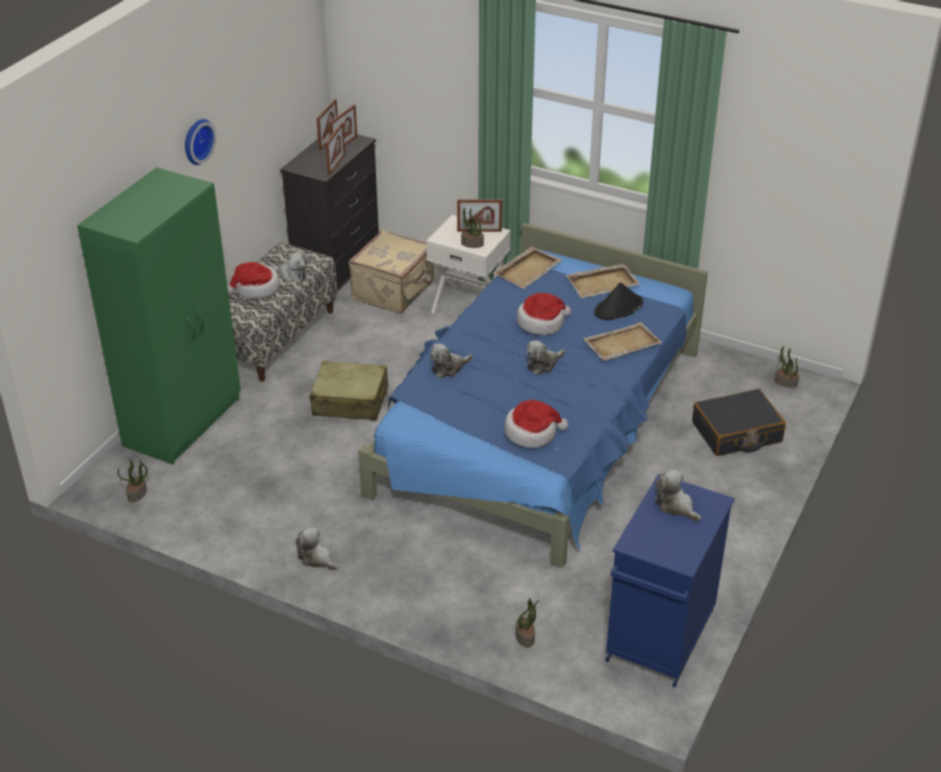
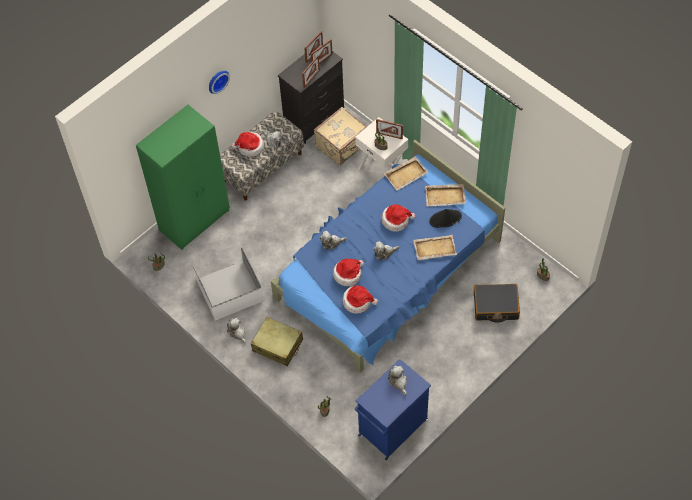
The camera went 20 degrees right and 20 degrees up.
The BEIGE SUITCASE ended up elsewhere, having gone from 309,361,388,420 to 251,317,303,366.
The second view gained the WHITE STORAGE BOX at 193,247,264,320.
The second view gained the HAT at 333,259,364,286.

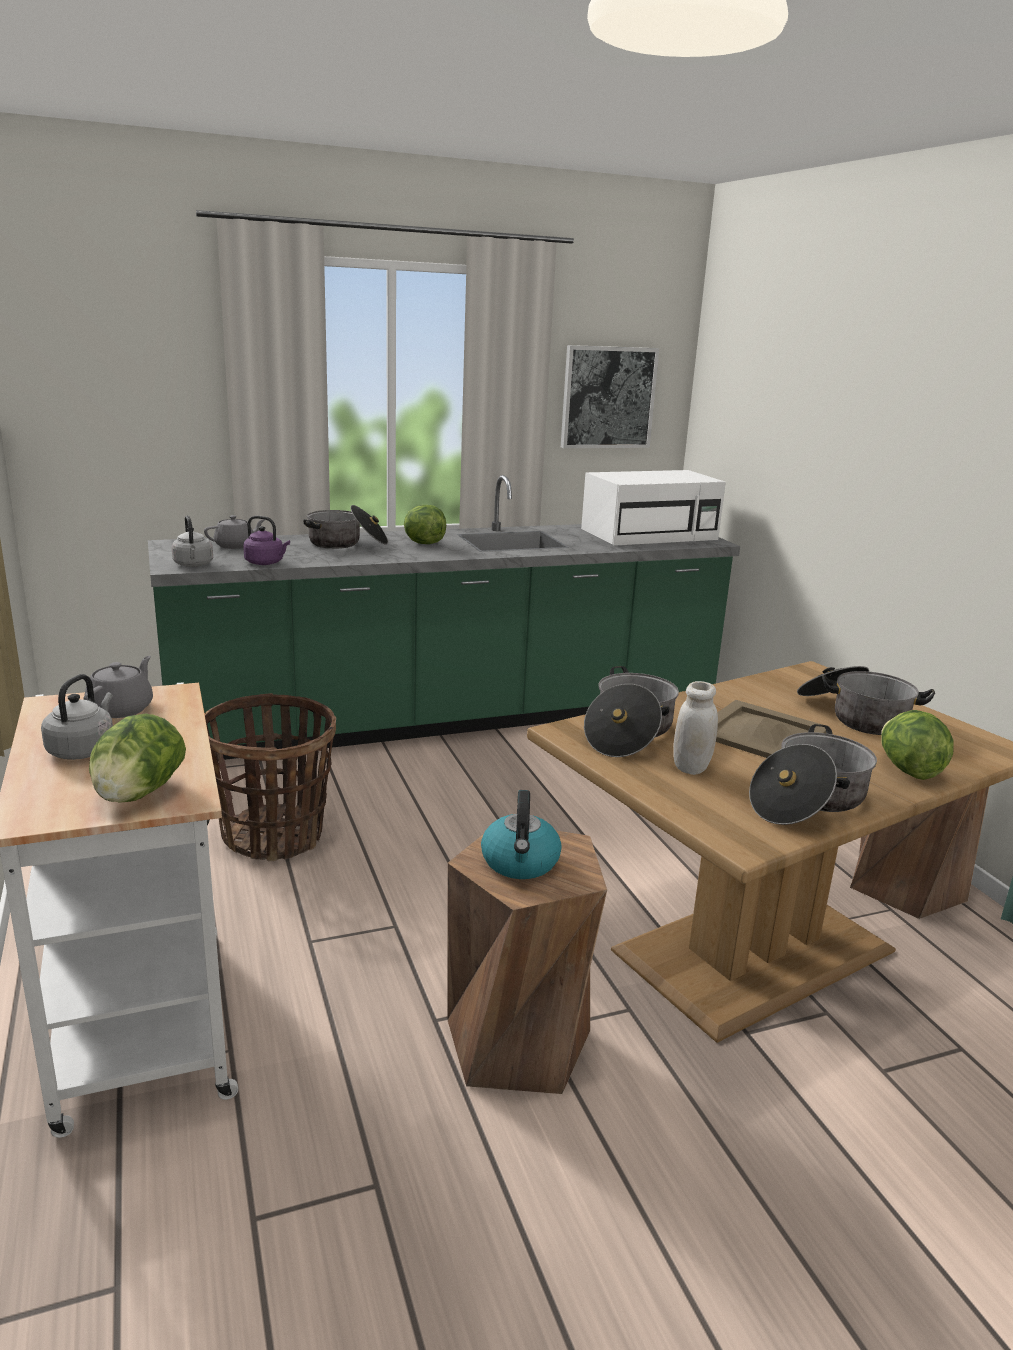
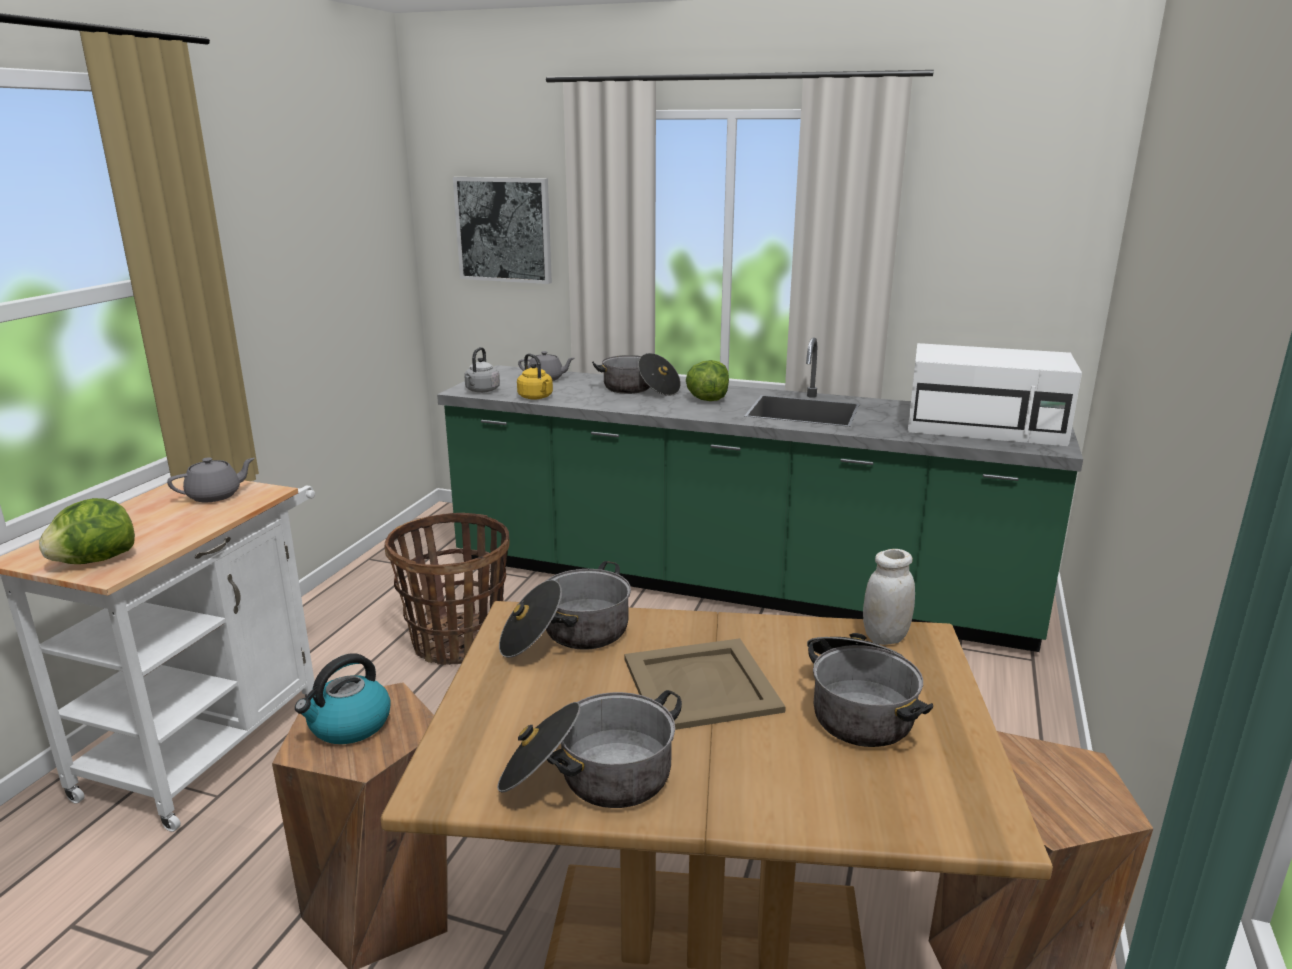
The camera went 40 degrees right and 0 degrees up.
The PICTURE ended up elsewhere, having gone from 561,345,659,448 to 453,177,552,284.
What was the PURPLE KETTLE at 243,516,290,565 turned into the YELLOW KETTLE at 517,353,553,400.
The second view lost the GREY KETTLE at 41,674,113,760.
The WHITE JAR ended up elsewhere, having gone from 673,681,718,775 to 863,549,915,645.
The second view lost the LETTUCE at 881,710,954,780.

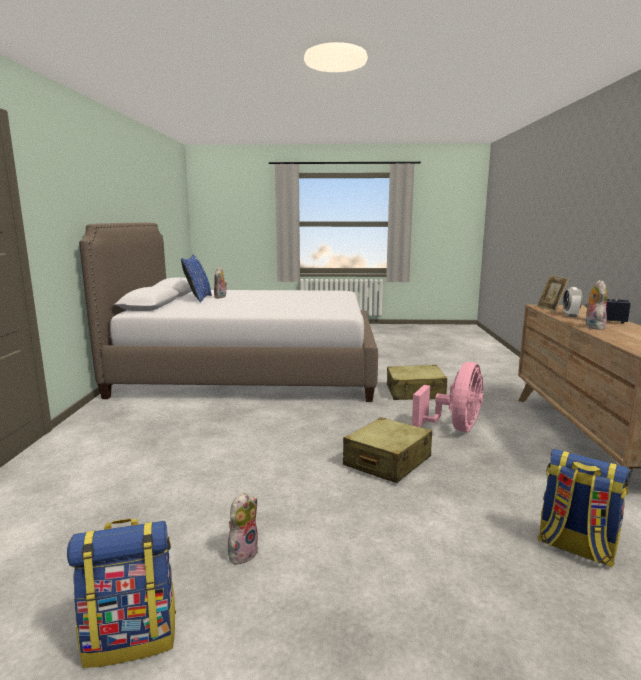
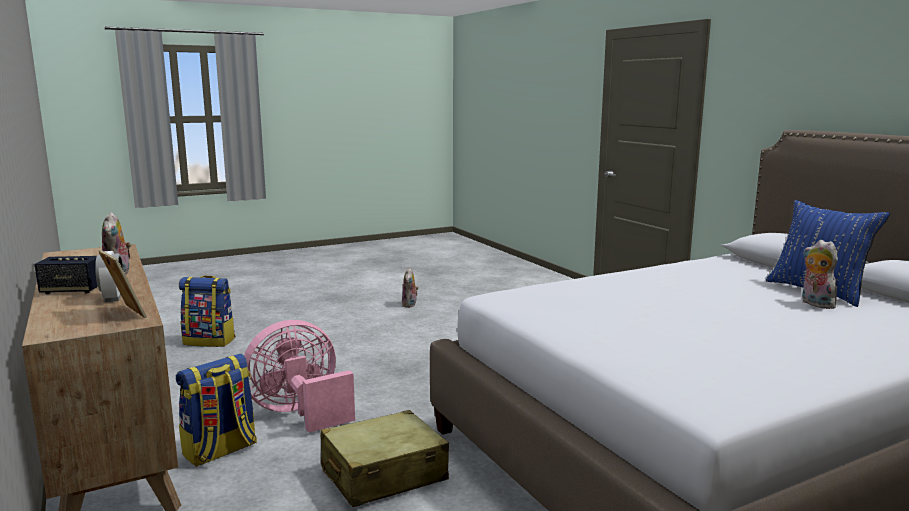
The camera went 150 degrees right and 0 degrees up.
The PINK FAN at 412,362,484,432 ended up facing another way, 60 degrees clockwise from before.
The second view lost the BEIGE SUITCASE at 343,417,432,483.
The BACKPACK ended up elsewhere, having gone from 67,519,177,668 to 176,354,257,467.

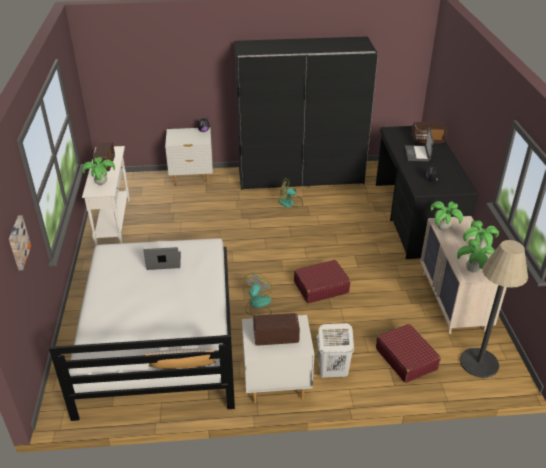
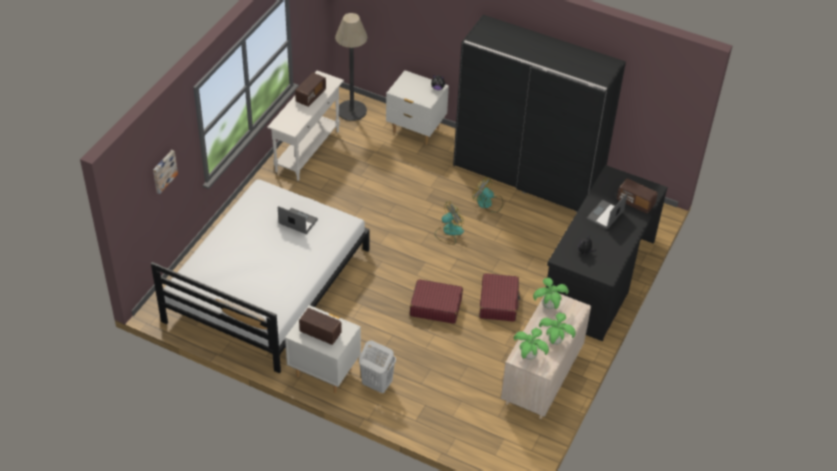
The camera went 30 degrees right and 10 degrees up.
The second view lost the POTTED PLANT at 82,157,115,185.
The FLOOR LAMP ended up elsewhere, having gone from 460,240,528,378 to 335,13,368,121.
The FAN ended up elsewhere, having gone from 244,273,272,316 to 435,202,464,245.
The RED SUITCASE ended up elsewhere, having gone from 376,324,441,383 to 479,273,520,322.

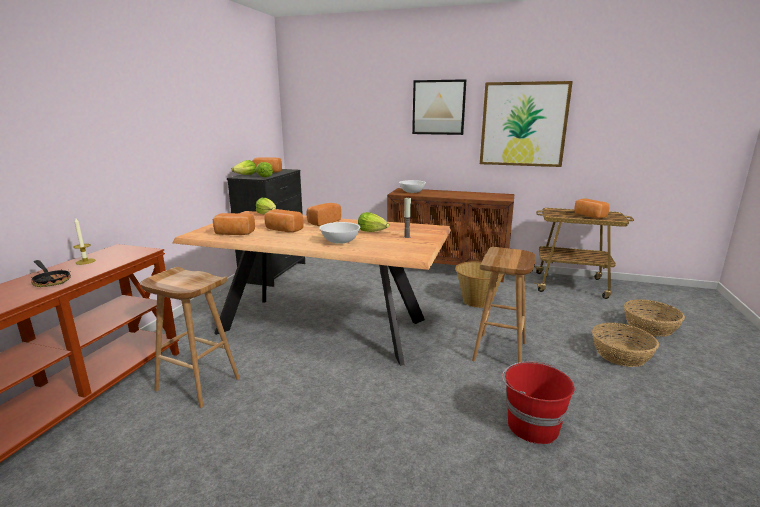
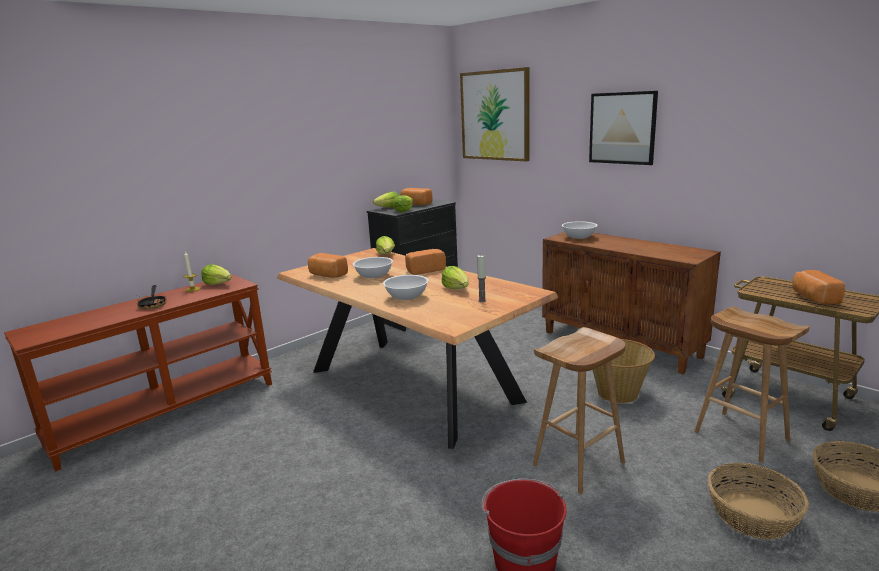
The camera went 30 degrees right and 0 degrees up.
The PICTURE ended up elsewhere, having gone from 480,81,573,167 to 460,67,530,161.
Where the BREAD stood at 264,209,304,232, the WHITE BOWL came to stand at 353,257,393,278.
The BROWN STOOL ended up elsewhere, having gone from 141,267,240,408 to 694,306,810,463.
The second view gained the LETTUCE at 201,264,232,285.

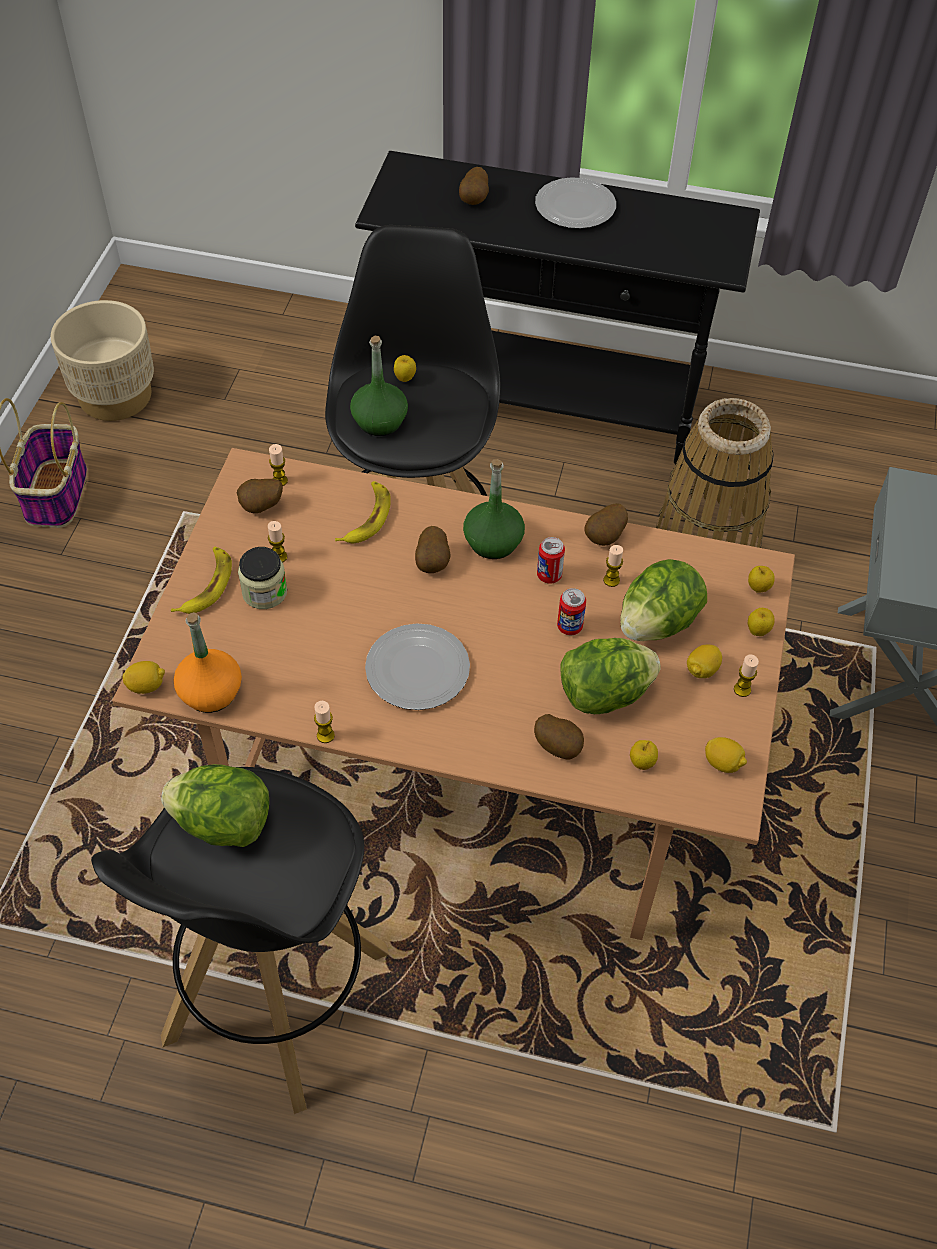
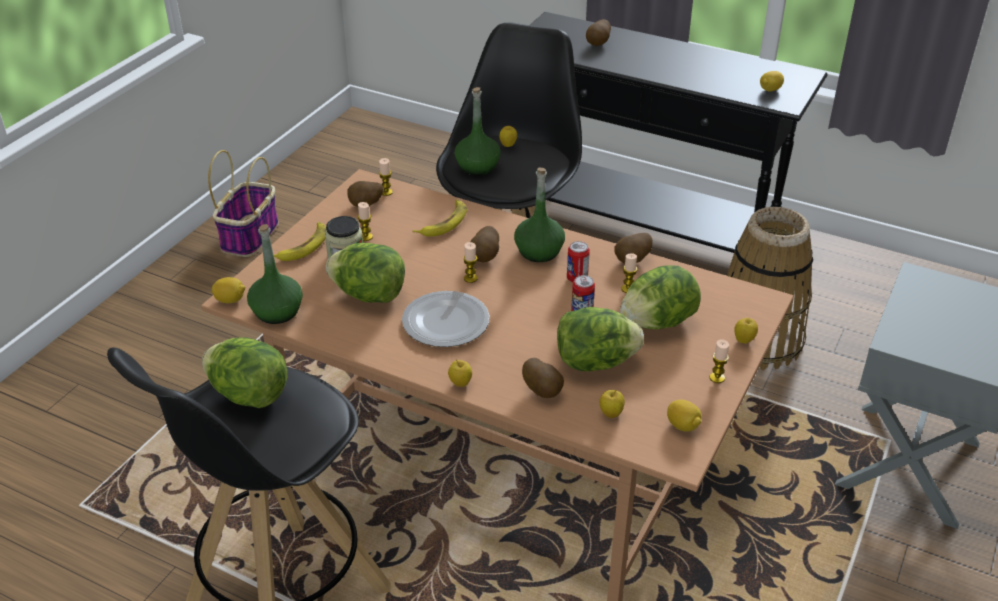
The camera went 15 degrees right and 15 degrees down.
The second view lost the PLATE at 535,177,616,229.
The second view lost the BEIGE PLANTER at 51,300,154,421.
The APPLE ended up elsewhere, having gone from 748,566,775,593 to 448,360,472,387.
What was the ORANGE BOTTLE at 174,612,242,713 turned into the GREEN BOTTLE at 247,224,303,324.
The LEMON ended up elsewhere, having gone from 687,645,722,678 to 760,71,784,91.
The CANDLE ended up elsewhere, having gone from 314,701,335,743 to 463,242,478,283.
The second view gained the LETTUCE at 326,243,405,303.

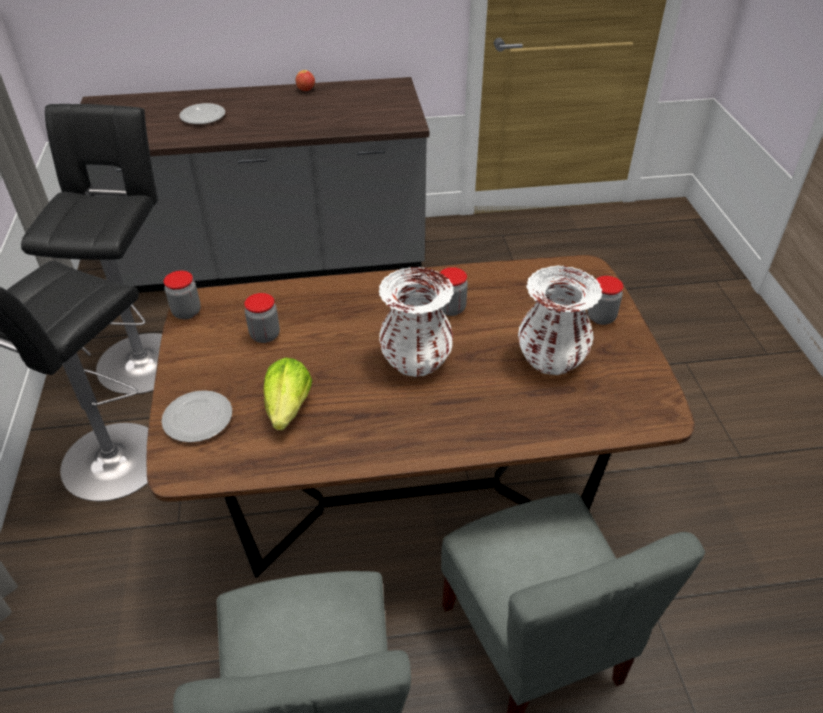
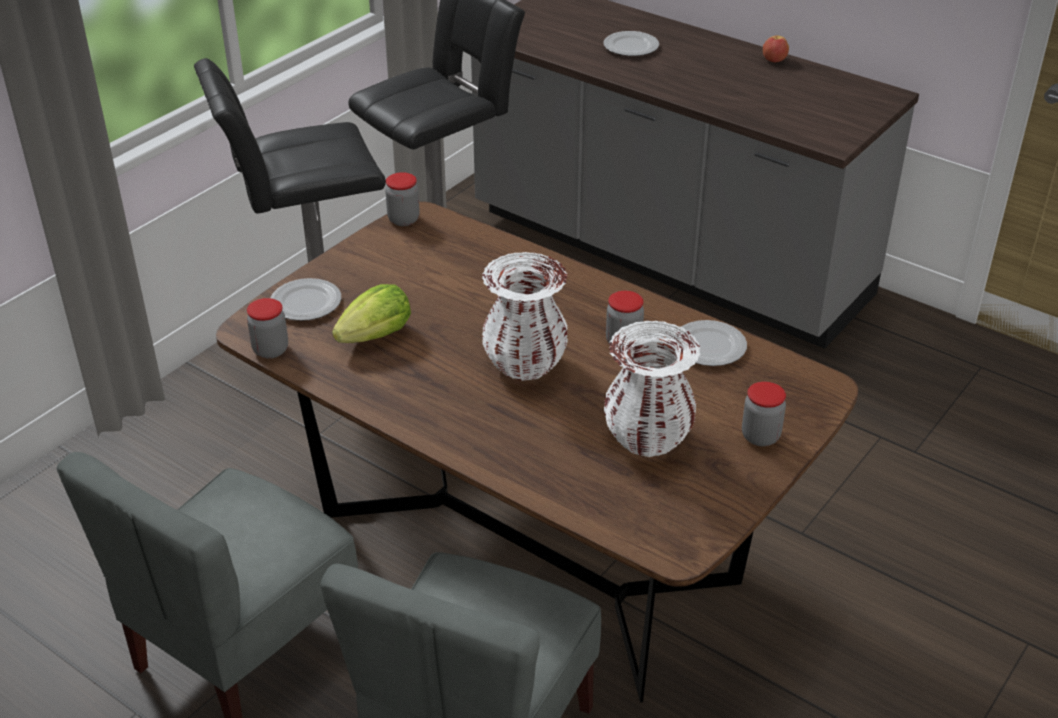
The camera went 45 degrees right and 5 degrees down.
The JAR ended up elsewhere, having gone from 244,293,280,343 to 247,298,288,359.
The second view gained the PLATE at 681,320,747,366.

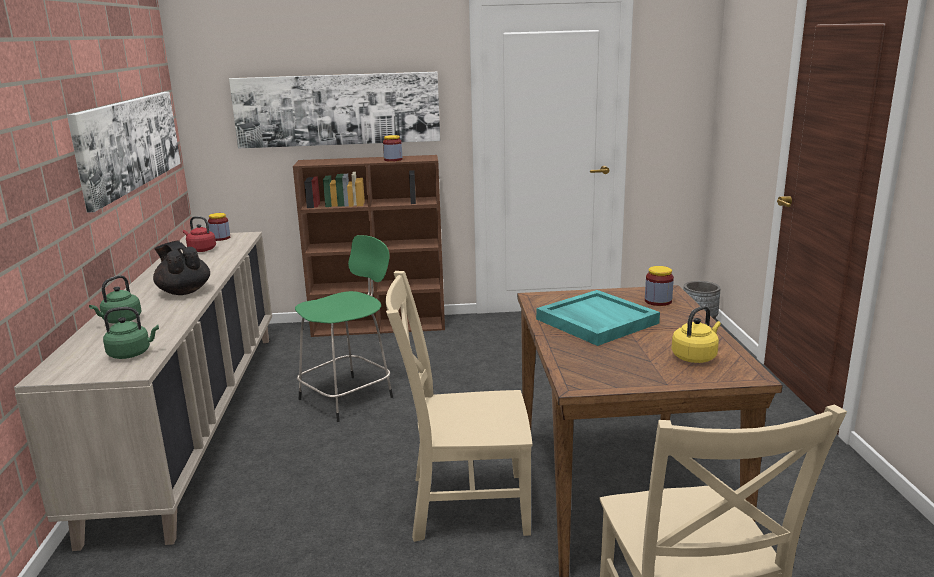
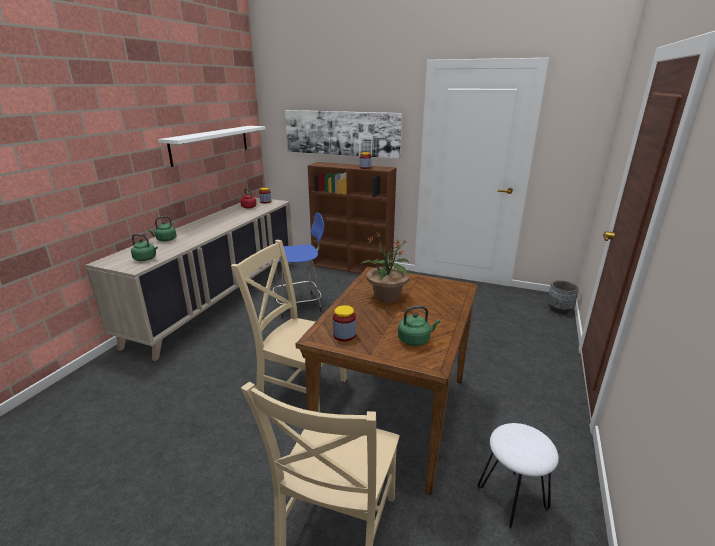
The camera went 25 degrees right and 5 degrees up.
Where the PICTURE hung at 67,92,181,213, the WHITE SHELF came to hang at 158,126,265,167.
What was the GREEN STOOL at 295,235,393,422 turned into the BLUE STOOL at 273,212,324,319.
The second view lost the BLACK TEAPOT at 153,240,210,295.
The JAR ended up elsewhere, having gone from 645,266,674,306 to 333,305,356,341.
Where the TURQUOISE TRAY stood at 536,290,660,346, the POTTED PLANT came to stand at 360,232,410,303.
What was the YELLOW KETTLE at 672,306,721,363 turned into the GREEN KETTLE at 398,306,440,346.
The second view gained the WHITE STOOL at 477,423,559,530.

